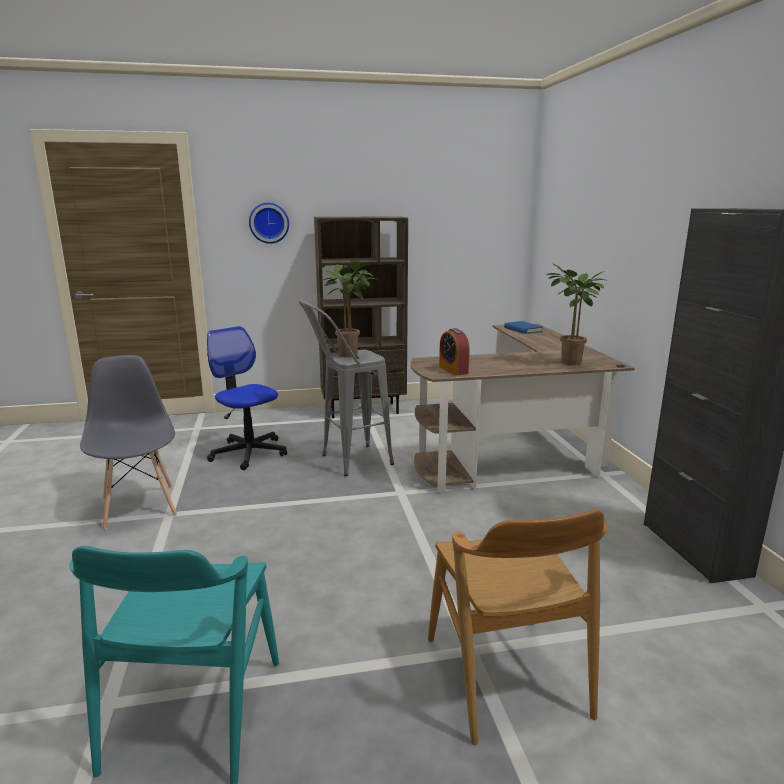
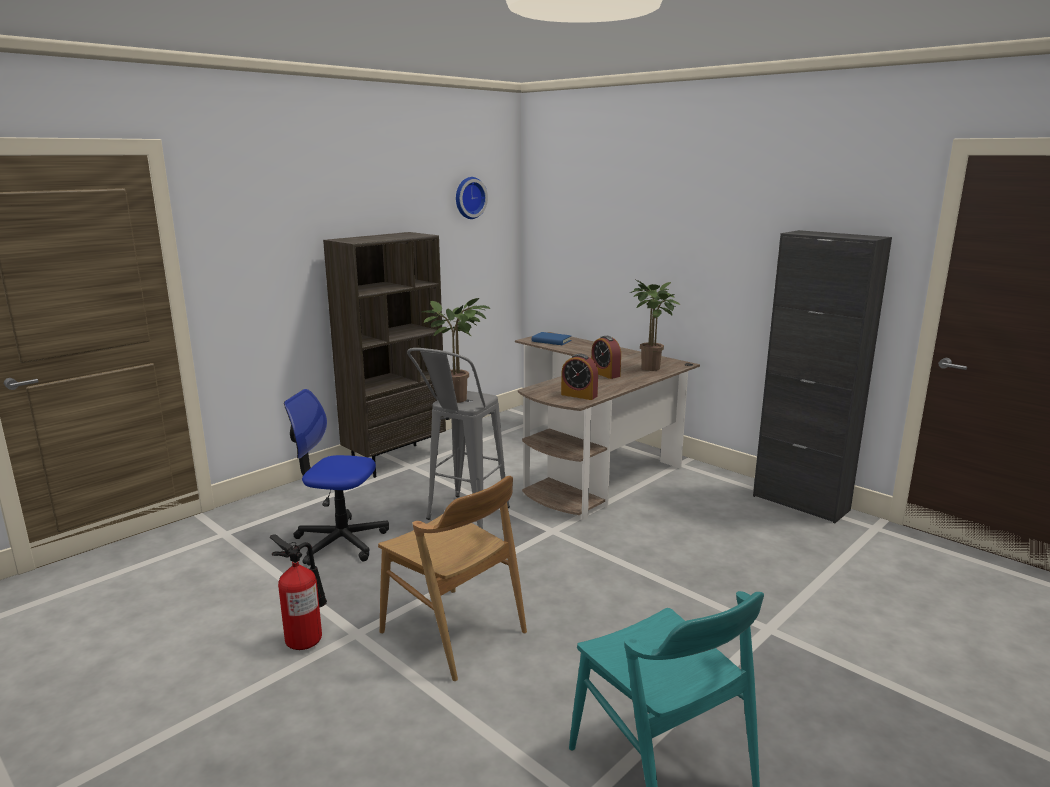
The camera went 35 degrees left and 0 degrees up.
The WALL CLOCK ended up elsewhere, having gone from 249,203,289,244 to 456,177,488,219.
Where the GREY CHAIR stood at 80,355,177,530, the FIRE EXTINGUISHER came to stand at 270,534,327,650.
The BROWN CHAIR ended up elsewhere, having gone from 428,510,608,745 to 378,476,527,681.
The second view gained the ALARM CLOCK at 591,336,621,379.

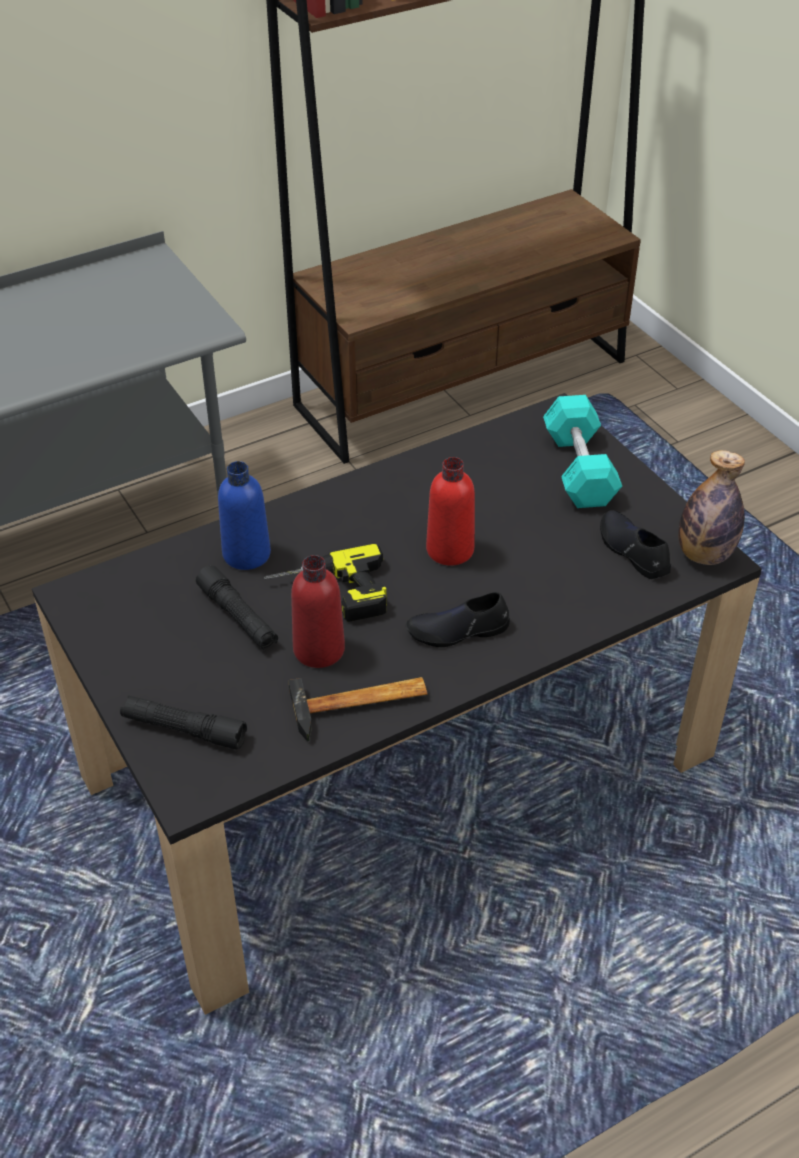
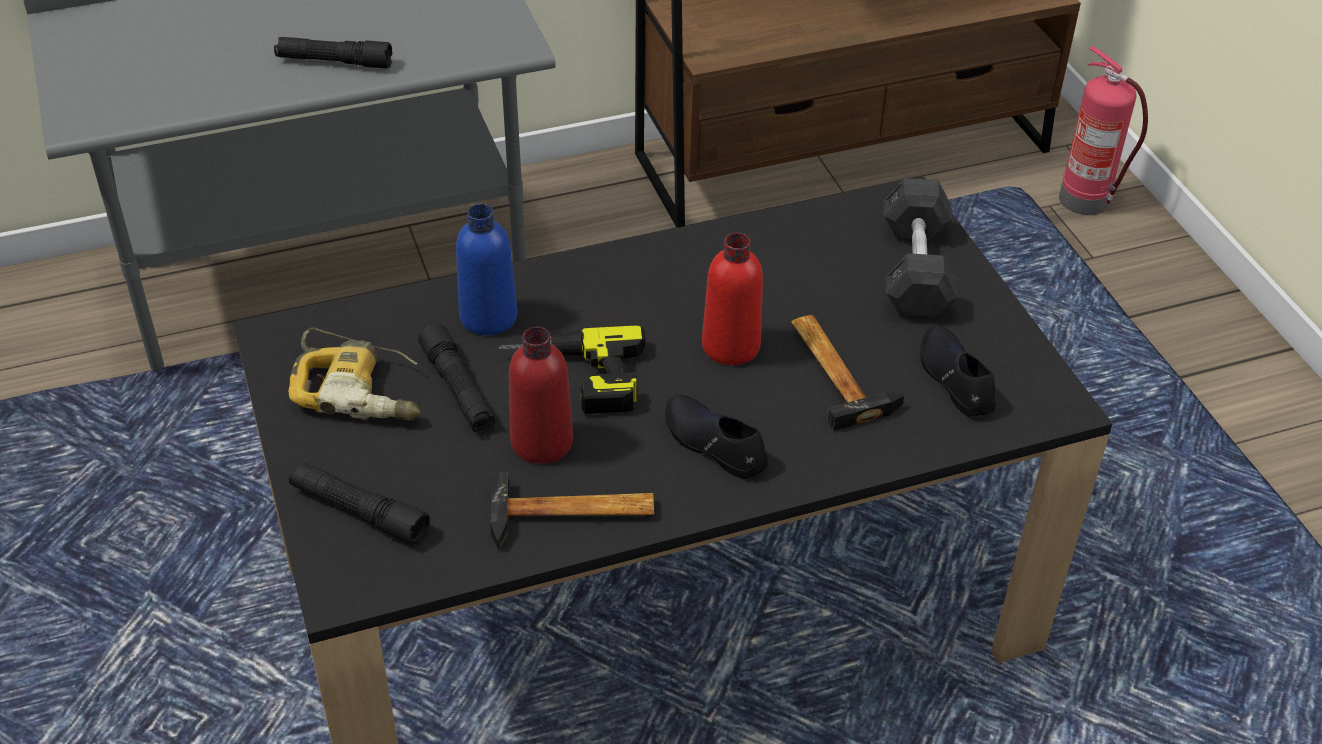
The camera went 10 degrees right and 0 degrees up.
What was the TURQUOISE DUMBBELL at 543,395,622,508 turned into the GREY DUMBBELL at 883,178,958,320.
The second view lost the BOTTLE at 678,450,745,565.
The BLACK SHOE at 406,592,510,647 ended up facing another way, 45 degrees clockwise from before.
The second view gained the BLACK FLASHLIGHT at 274,37,392,69.
The second view gained the FIRE EXTINGUISHER at 1059,46,1148,215.
The second view gained the HAMMER at 791,315,904,431.
The second view gained the POWER DRILL at 288,328,420,421.

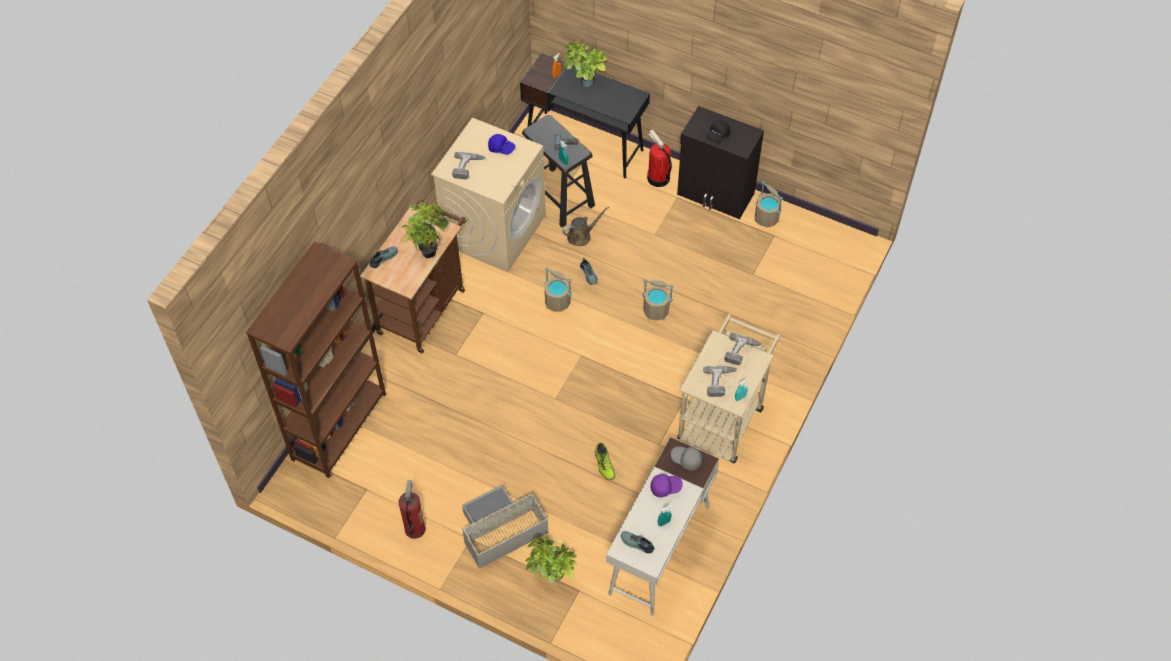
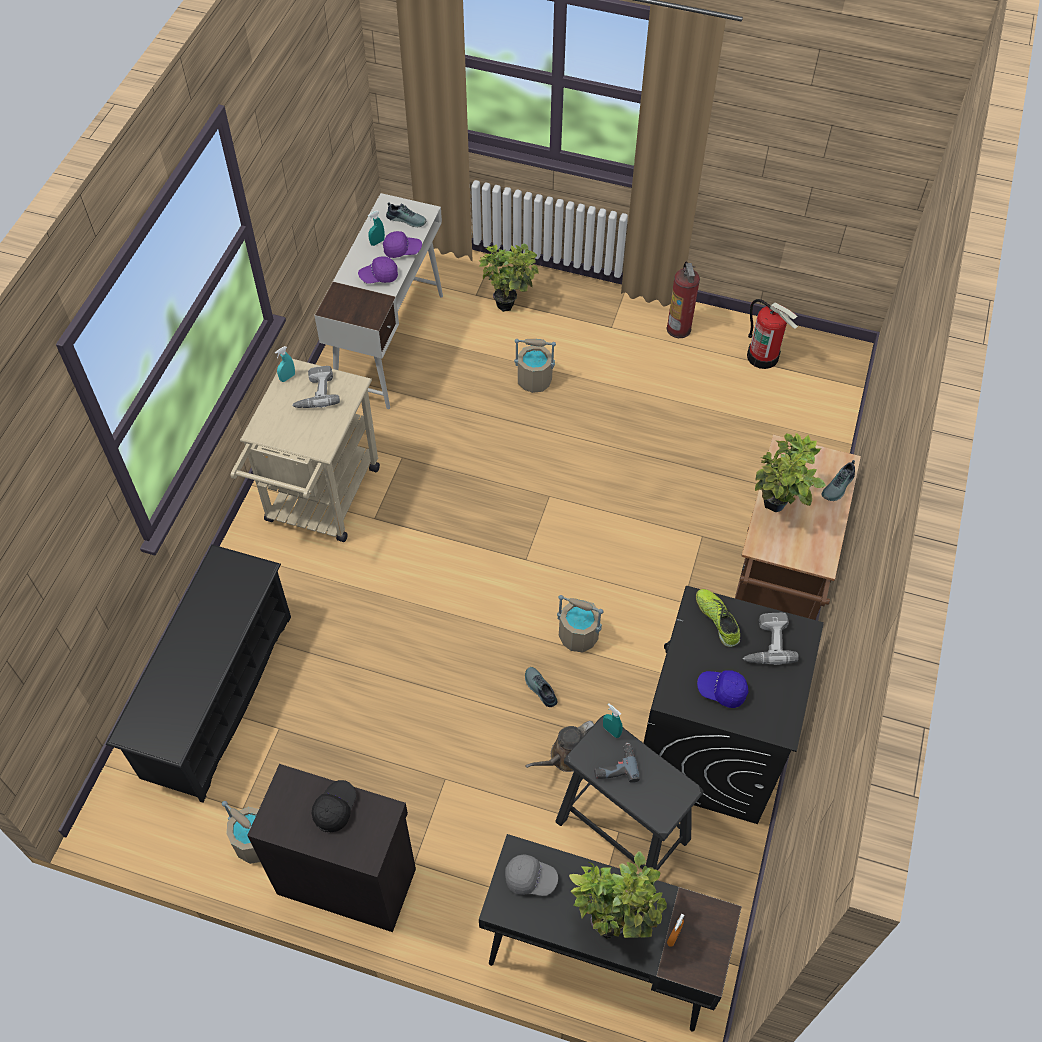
The camera went 170 degrees right and 0 degrees up.
What was the BEIGE WASHING MACHINE at 431,118,546,272 turned into the BLACK WASHING MACHINE at 644,586,824,824.
The FIRE EXTINGUISHER ended up elsewhere, having gone from 647,130,672,187 to 747,299,798,369.
The second view lost the BROWN BOOKCASE at 246,242,386,478.
The BEIGE BUCKET ended up elsewhere, having gone from 643,279,673,320 to 514,339,556,393.
The second view lost the POWER DRILL at 724,333,762,365.
The SHOE ended up elsewhere, having gone from 595,443,615,480 to 696,589,740,647.
The GREY CAP ended up elsewhere, having gone from 671,446,702,471 to 505,854,558,896.
The second view lost the GREY STORAGE BOX at 462,485,548,569.
The second view gained the PURPLE CAP at 383,231,422,258.
The second view gained the BLACK SHOE RACK at 106,545,291,803.

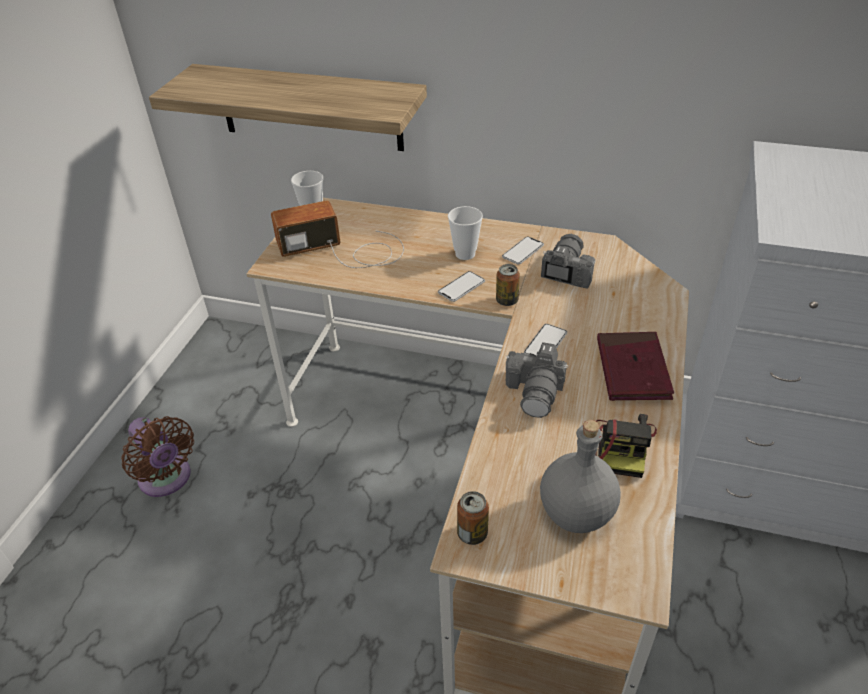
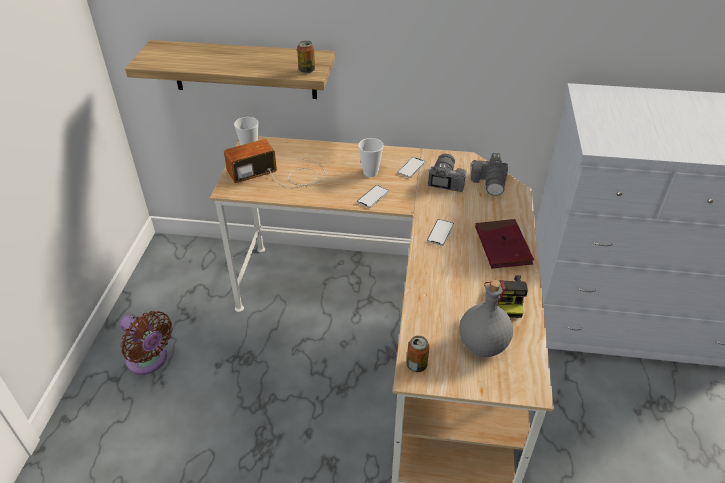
The camera went 10 degrees left and 0 degrees up.
The CAN ended up elsewhere, having gone from 496,264,520,306 to 297,41,315,73.
The PHOTO CAMERA ended up elsewhere, having gone from 506,342,568,418 to 471,153,509,196.

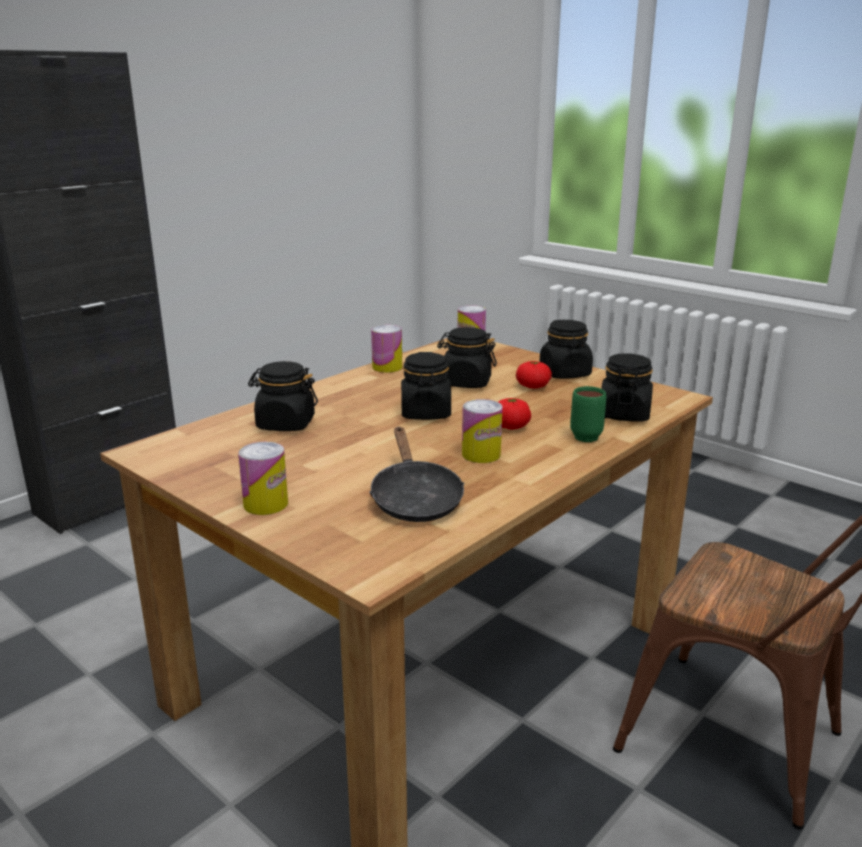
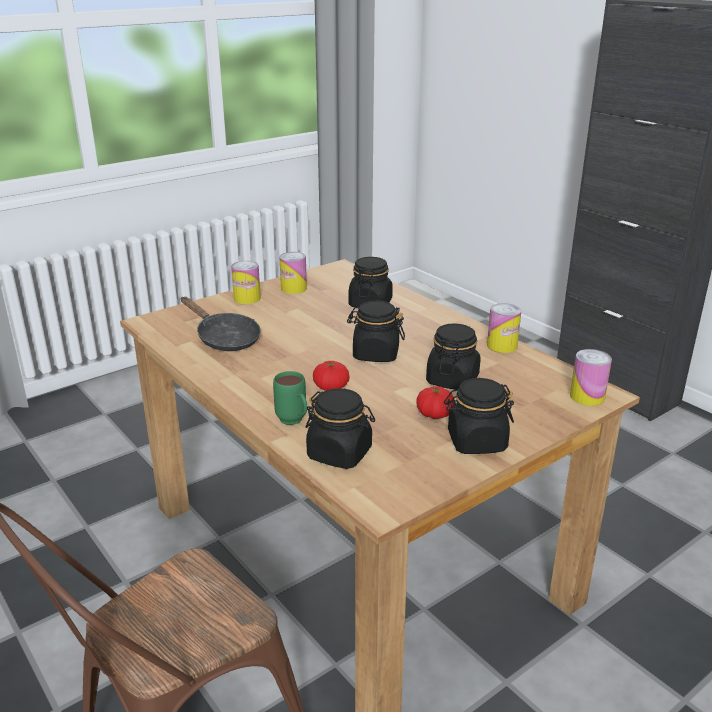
The camera went 100 degrees right and 5 degrees up.
The CAN ended up elsewhere, having gone from 462,399,502,463 to 279,252,307,294.
The BLACK FRYING PAN at 369,427,465,522 ended up facing another way, 135 degrees counterclockwise from before.

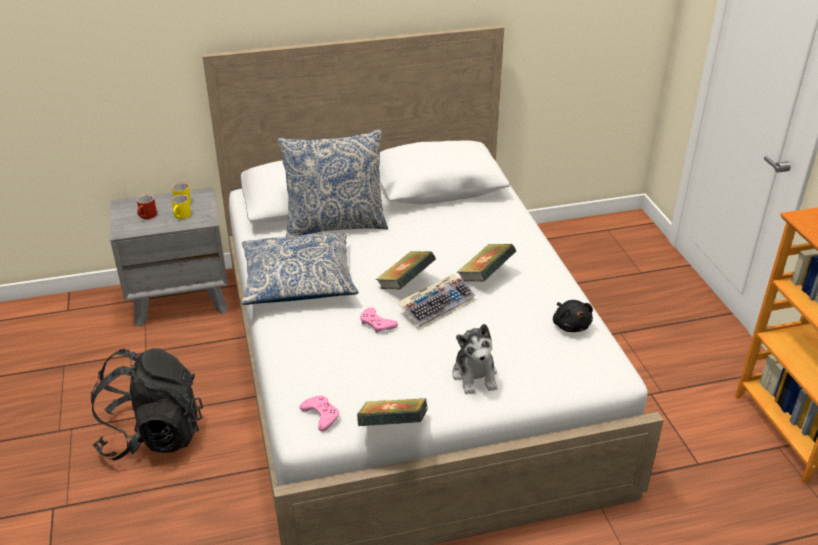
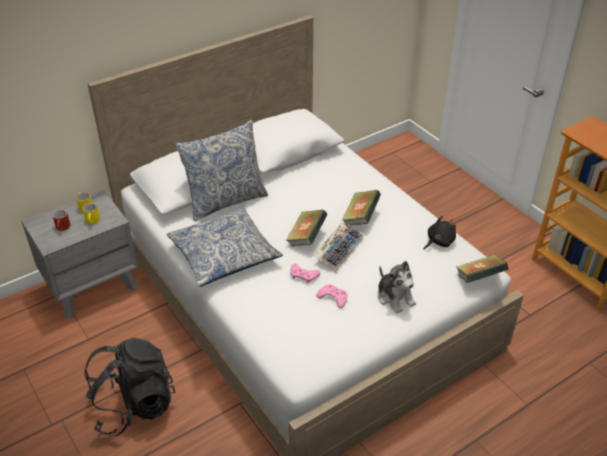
The camera went 20 degrees left and 5 degrees up.
The BLACK PLUSH TOY at 553,300,593,332 ended up facing another way, 90 degrees counterclockwise from before.
The PINK GAME CONTROLLER ended up elsewhere, having gone from 299,396,339,432 to 316,284,347,308.
The BOOK ended up elsewhere, having gone from 357,398,428,426 to 456,255,508,283.

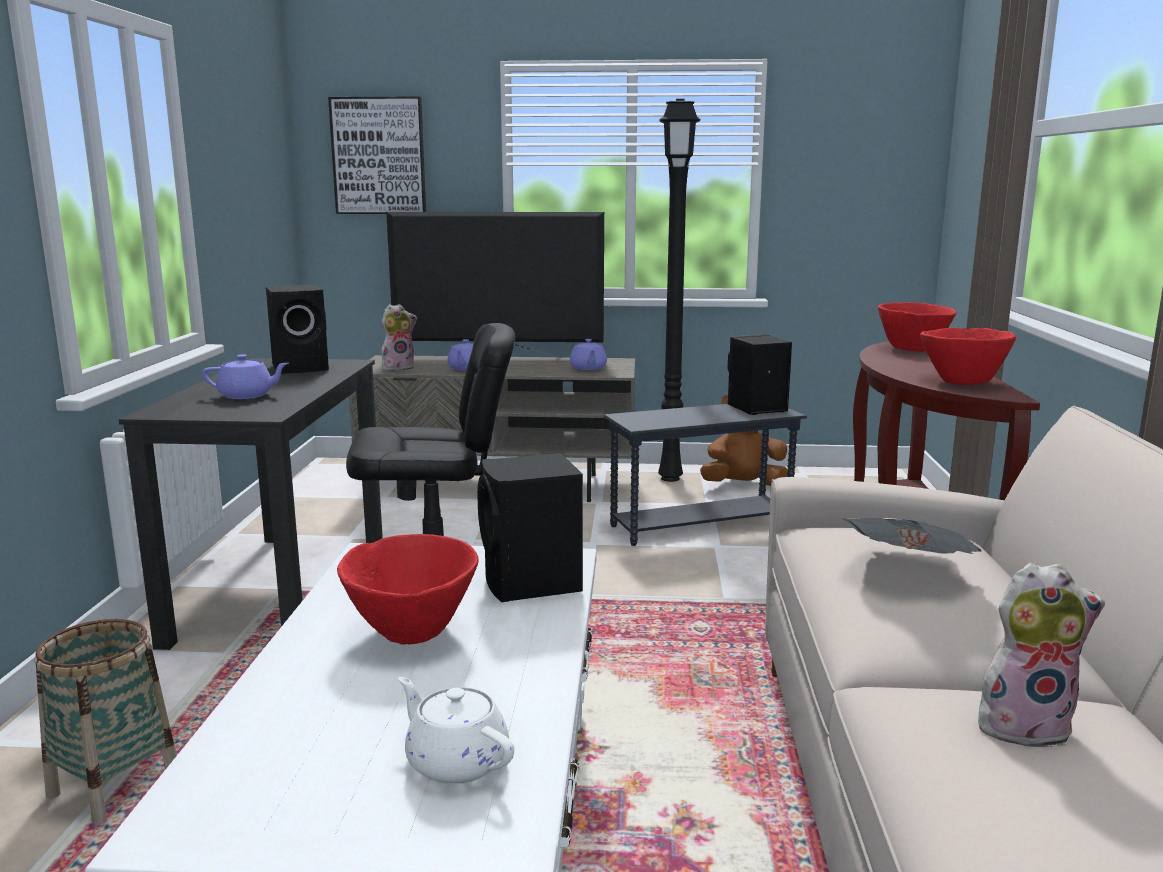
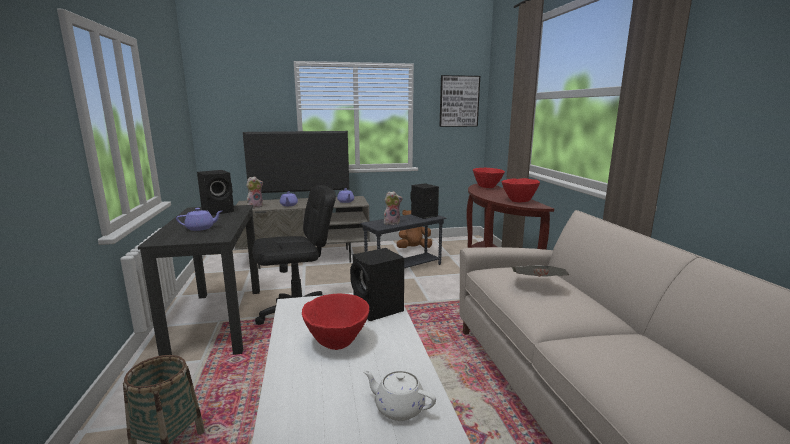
The camera went 15 degrees left and 0 degrees up.
The PICTURE ended up elsewhere, having gone from 328,96,426,214 to 440,75,480,127.
The second view lost the BLACK FLOOR LAMP at 658,99,701,482.
The PLUSH TOY ended up elsewhere, having gone from 978,563,1105,748 to 384,191,403,225.

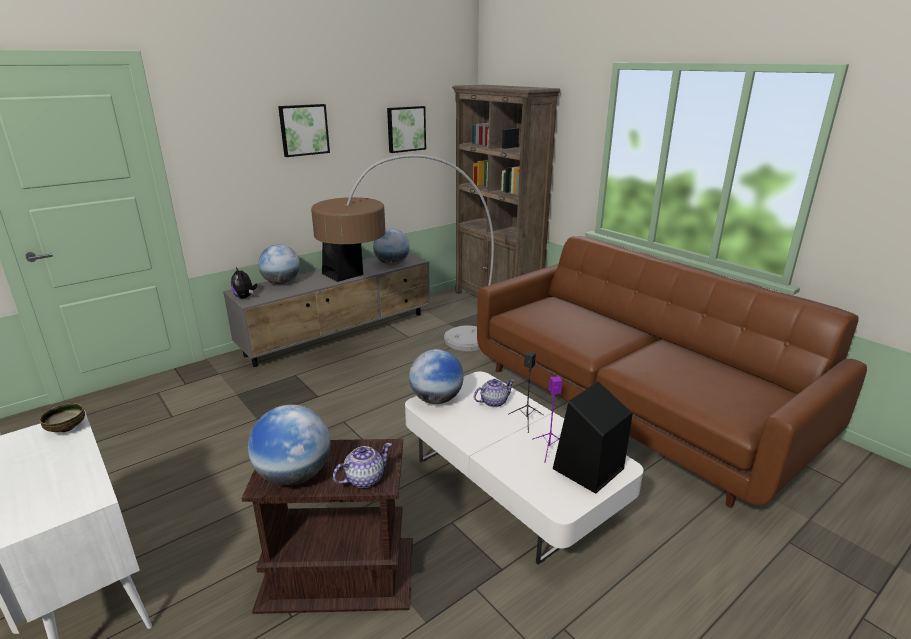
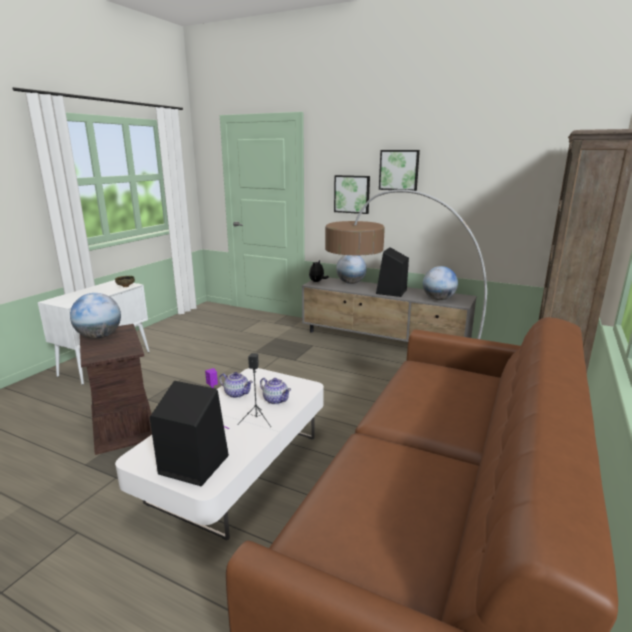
The camera went 65 degrees right and 5 degrees down.
The PICTURE ended up elsewhere, having gone from 387,106,426,153 to 334,175,370,214.
The second view lost the GLOBE at 409,349,464,404.
The TEAPOT ended up elsewhere, having gone from 333,443,392,488 to 219,372,253,398.

